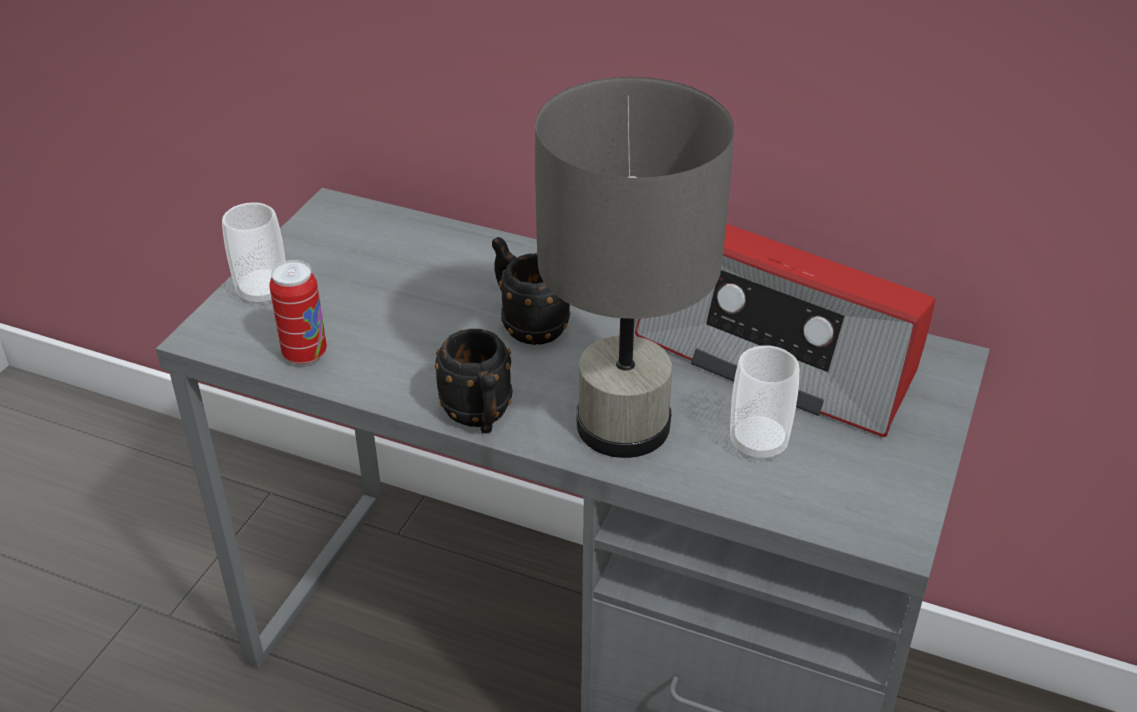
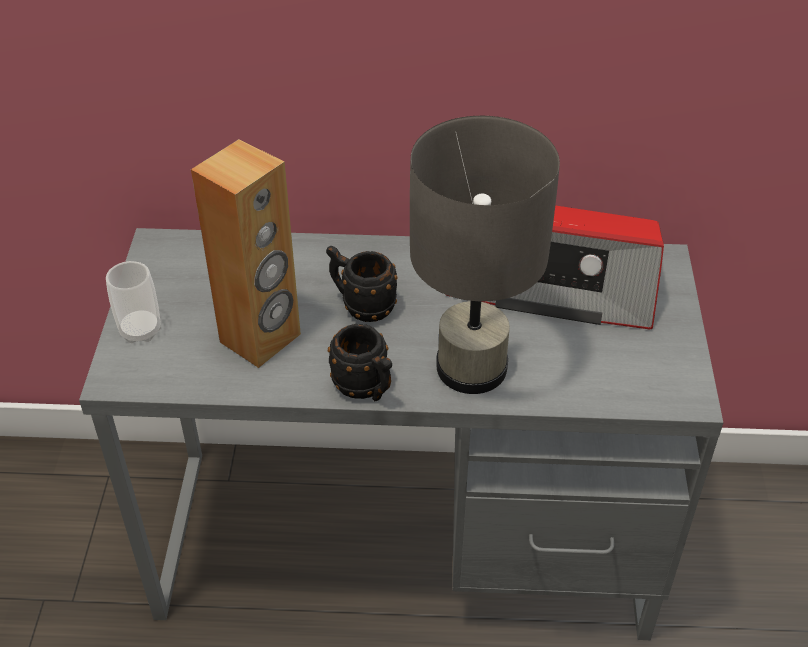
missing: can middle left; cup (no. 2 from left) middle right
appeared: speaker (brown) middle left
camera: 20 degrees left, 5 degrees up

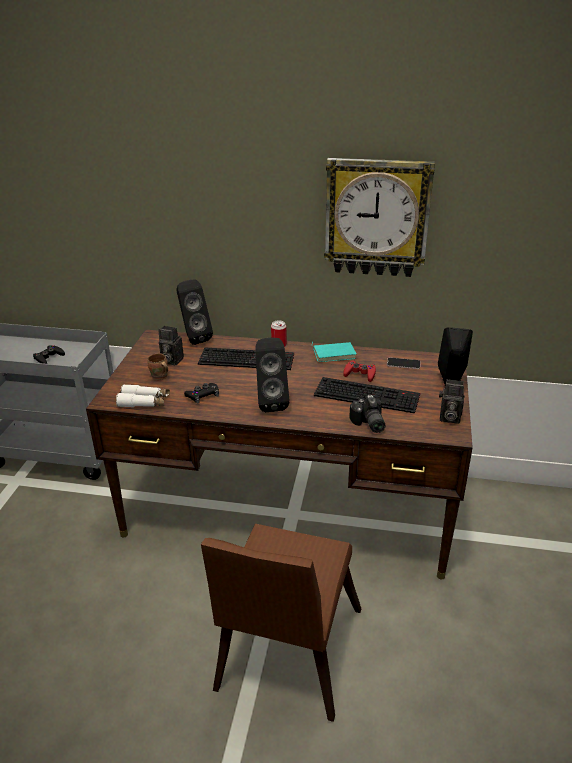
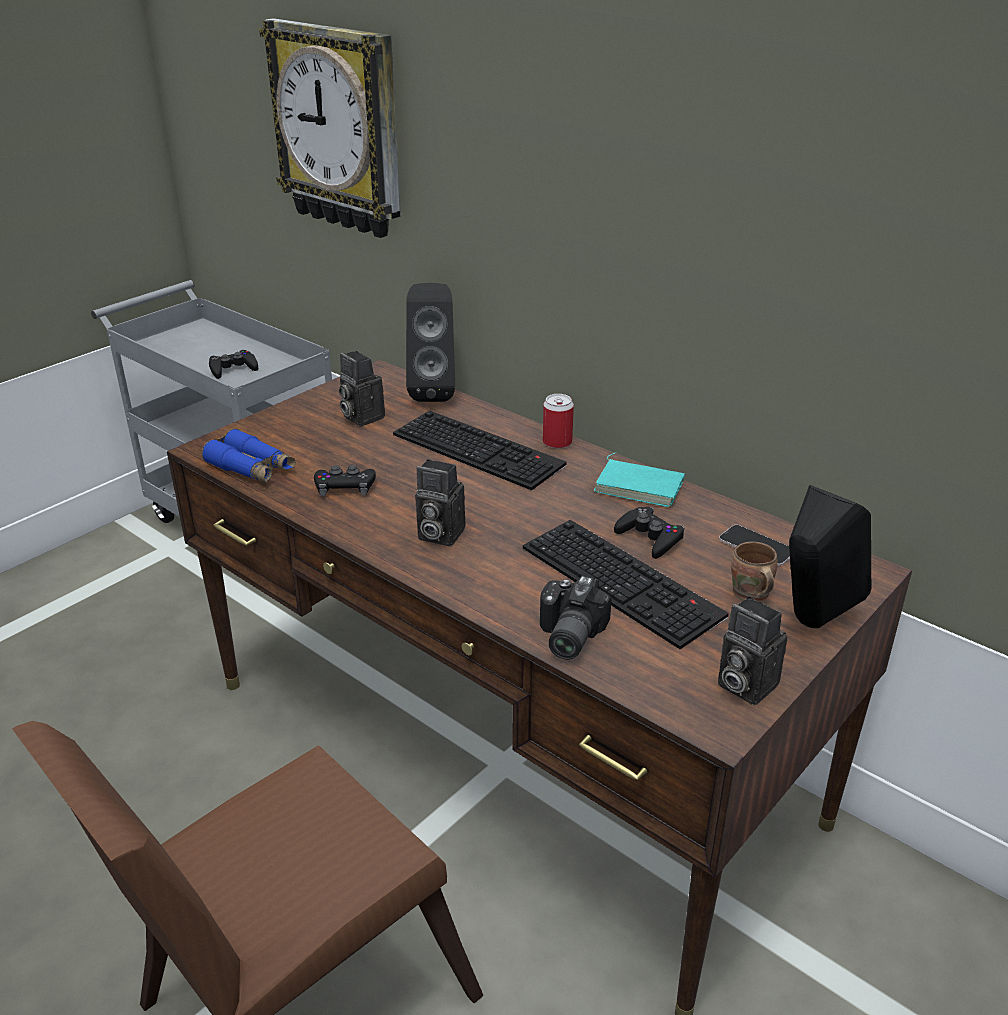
relocated: mug (brown) middle left to middle right; wall clock top centre to top left
exchanged: speaker (black) (no. 2 from left) centre to photo camera (no. 2 from left) centre
colour: binoculars (white) middle left to binoculars (blue) middle left; game controller (red) centre to game controller (black) (no. 3 from left) centre
camera: 30 degrees right, 0 degrees up

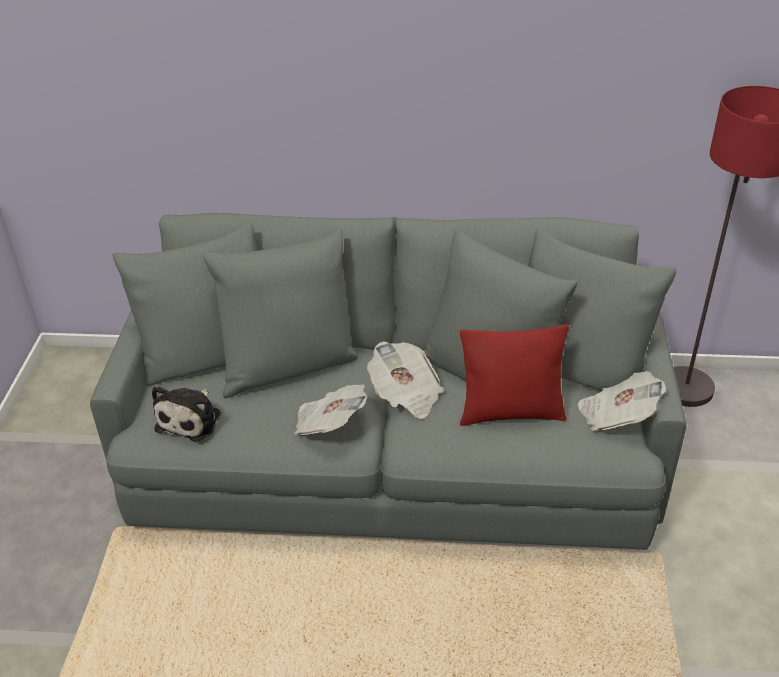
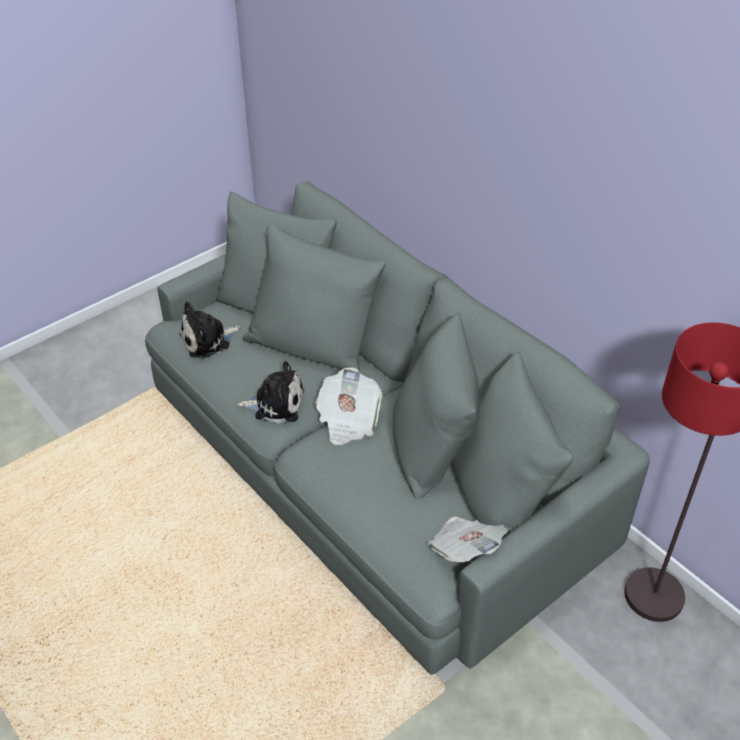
missing: pillow (red) centre
exchanged: newspaper (no. 1 from left) centre to plush toy (no. 2 from left) centre
camera: 45 degrees right, 5 degrees up

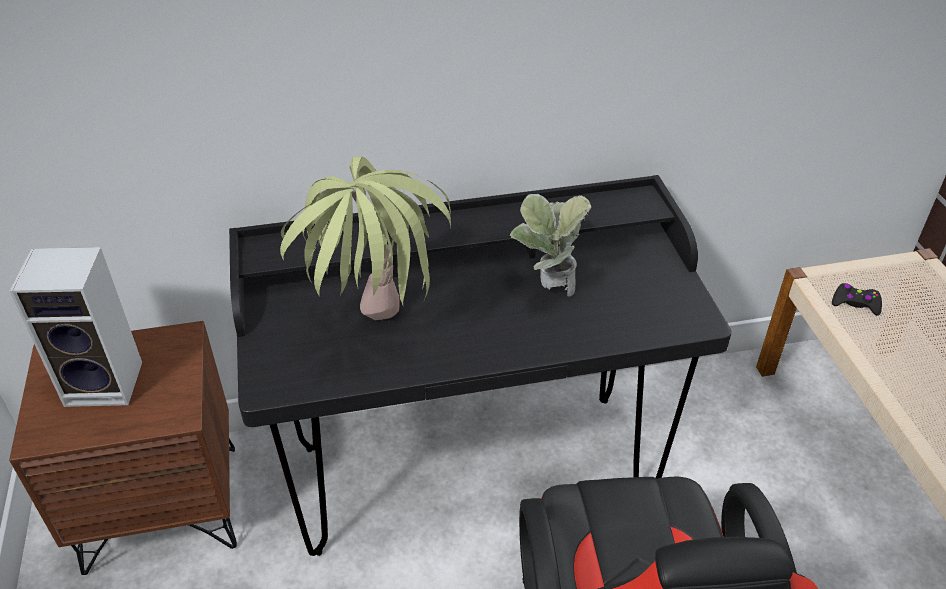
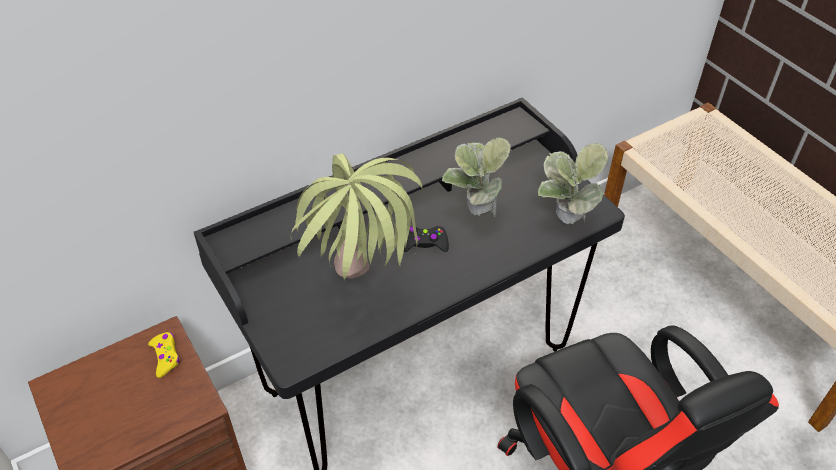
missing: speaker middle left
appeared: game controller (yellow) bottom left; potted plant (no. 3 from left) middle right
relocated: game controller (black) middle right to centre
camera: 20 degrees left, 5 degrees up

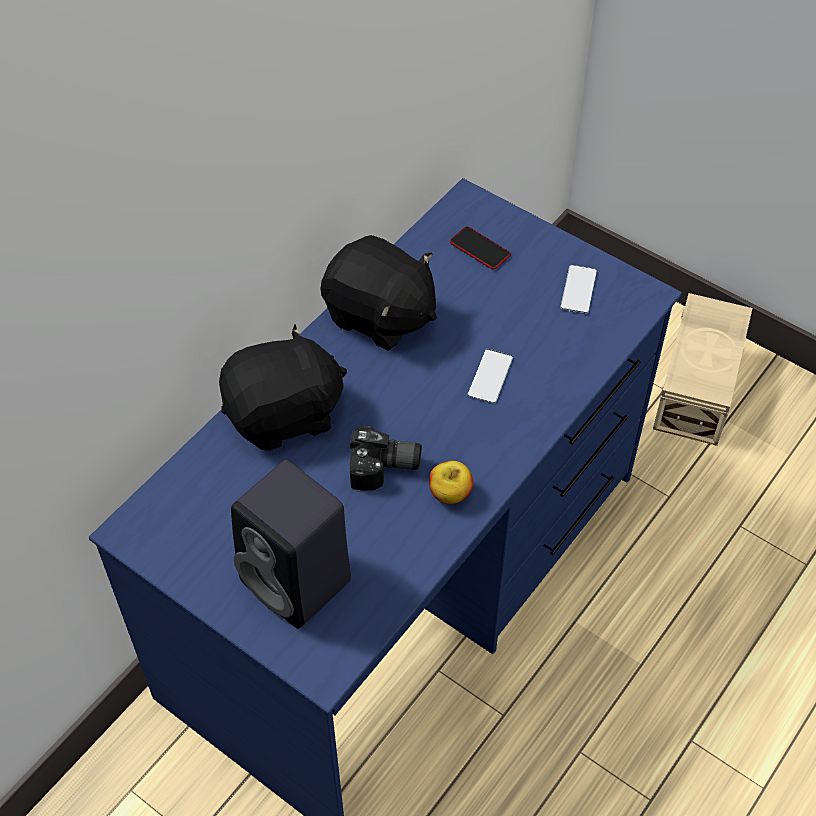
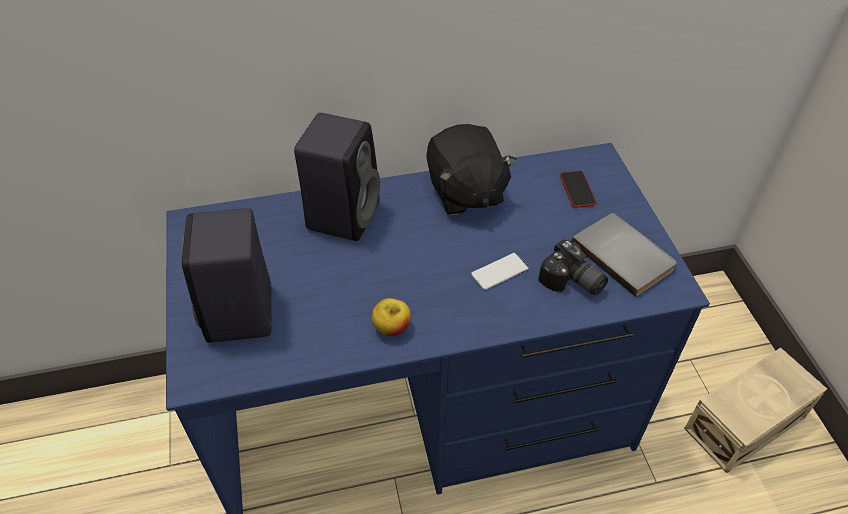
relocated: photo camera centre to middle right
exchanged: plush toy (black) (no. 1 from left) centre to speaker (black) (no. 2 from left) centre; phone (no. 3 from left) middle right to book (grey) middle right
camera: 40 degrees right, 5 degrees down

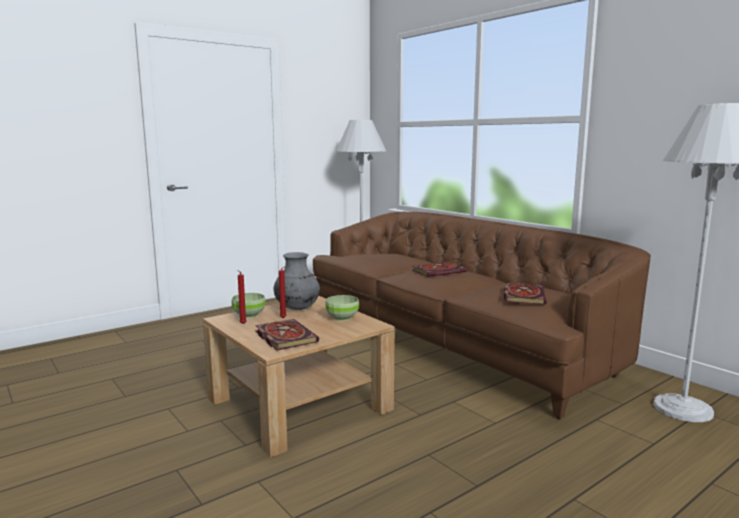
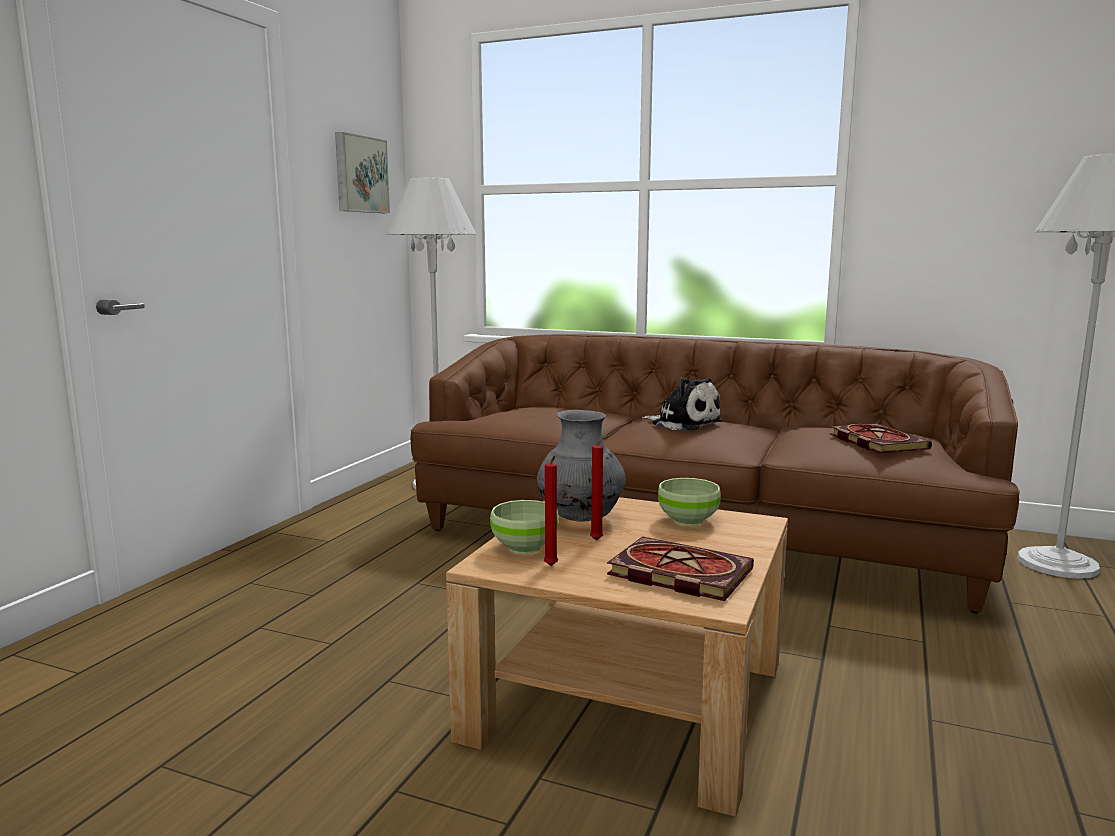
appeared: picture top left
exchanged: book (no. 2 from left) centre to plush toy centre
camera: 30 degrees left, 0 degrees up

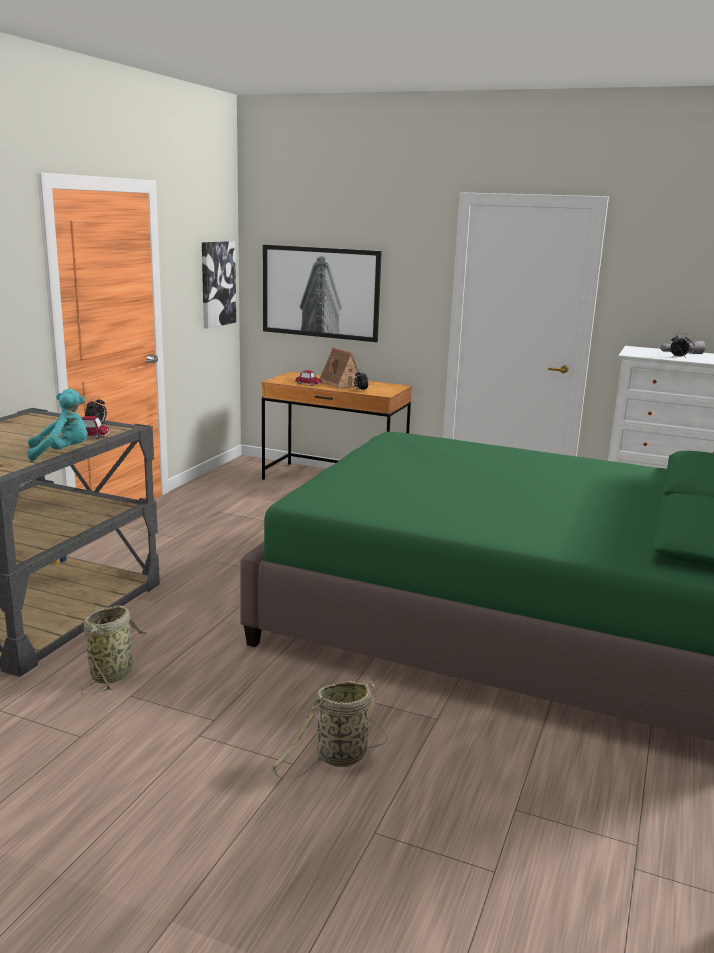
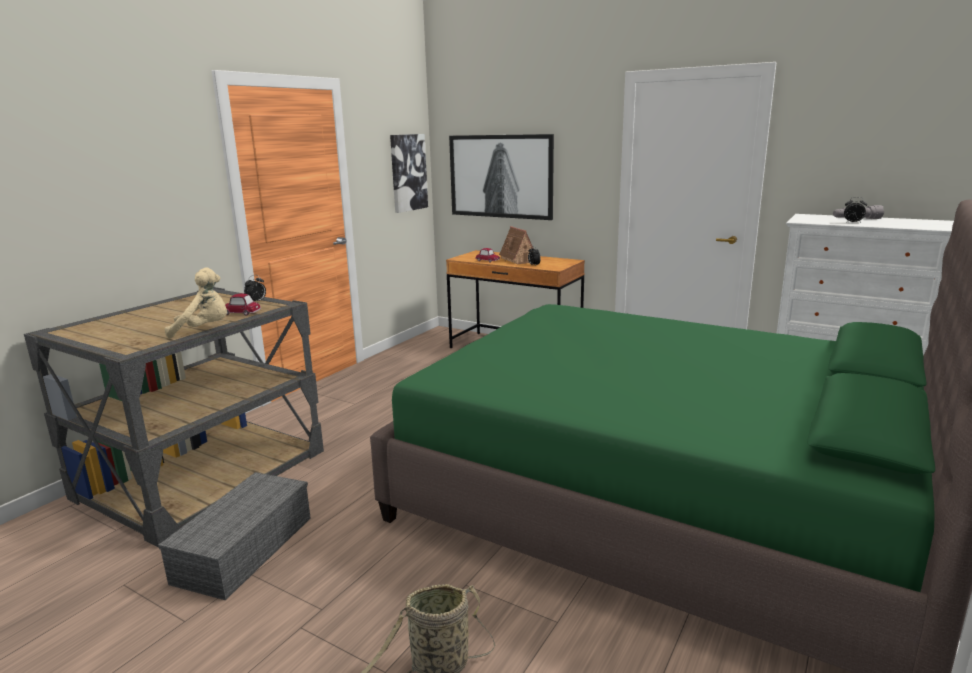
exchanged: basket (no. 1 from left) bottom left to storage box (grey) bottom left
colour: plush toy (turquoise) middle left to plush toy (beige) middle left
camera: 10 degrees right, 0 degrees up

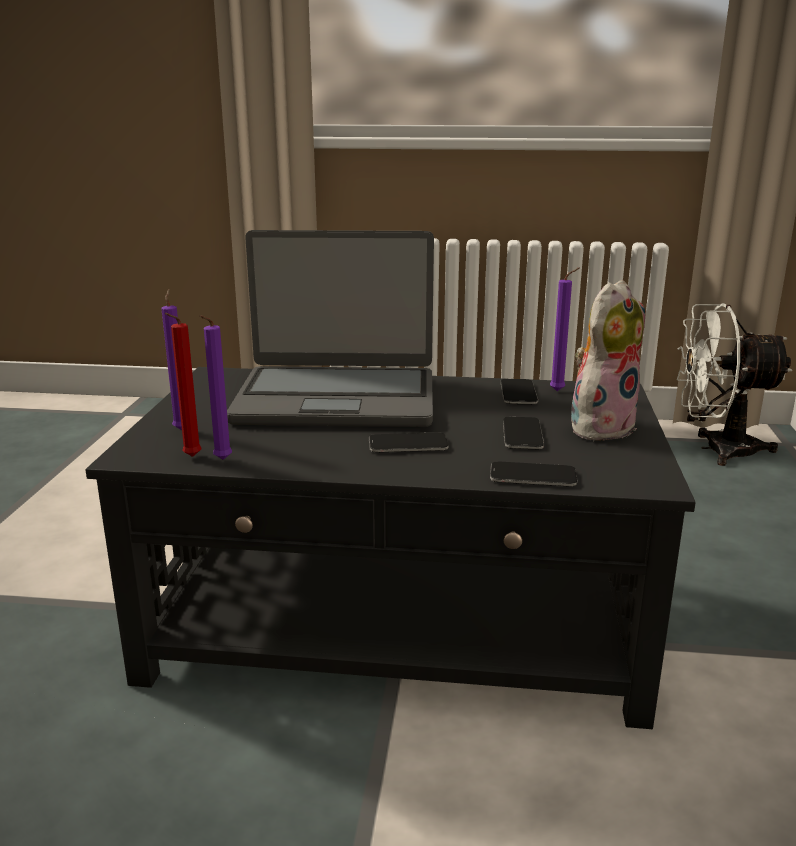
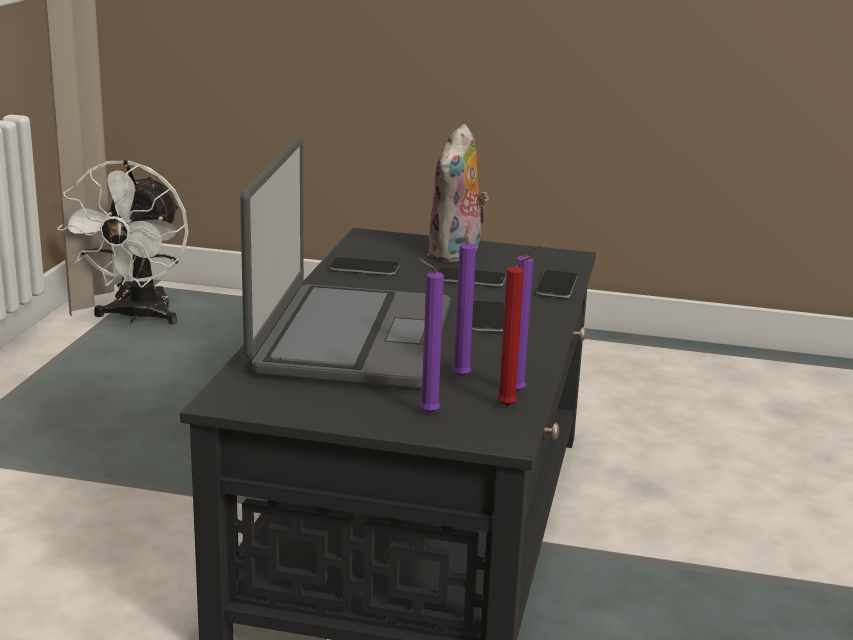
relocated: candle (purple) (no. 3 from left in the first image) middle right to candle (purple) (no. 2 from left) centre
spun: plush toy middle right = top centre 120 degrees counterclockwise
camera: 85 degrees left, 0 degrees up

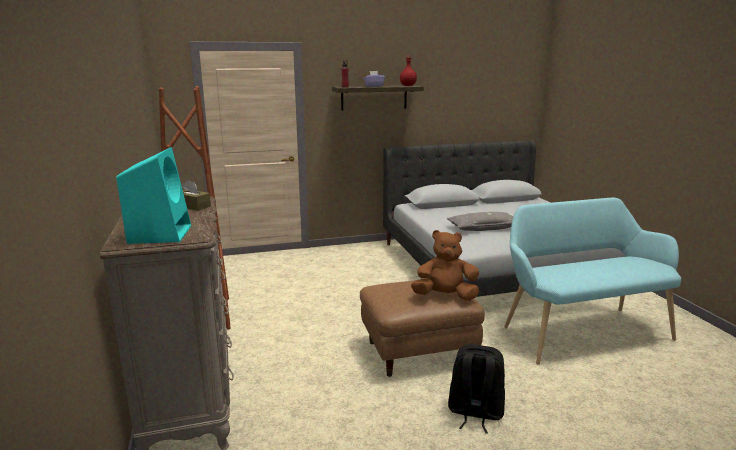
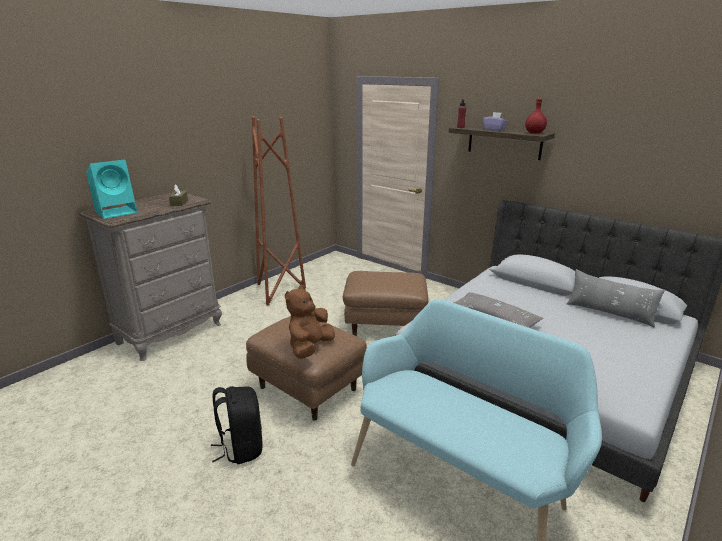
appeared: ottoman (brown) (no. 2 from left) centre; pillow (grey) (no. 2 from left) middle right
spun: plush toy (brown) centre = centre 120 degrees counterclockwise
camera: 55 degrees right, 5 degrees up

